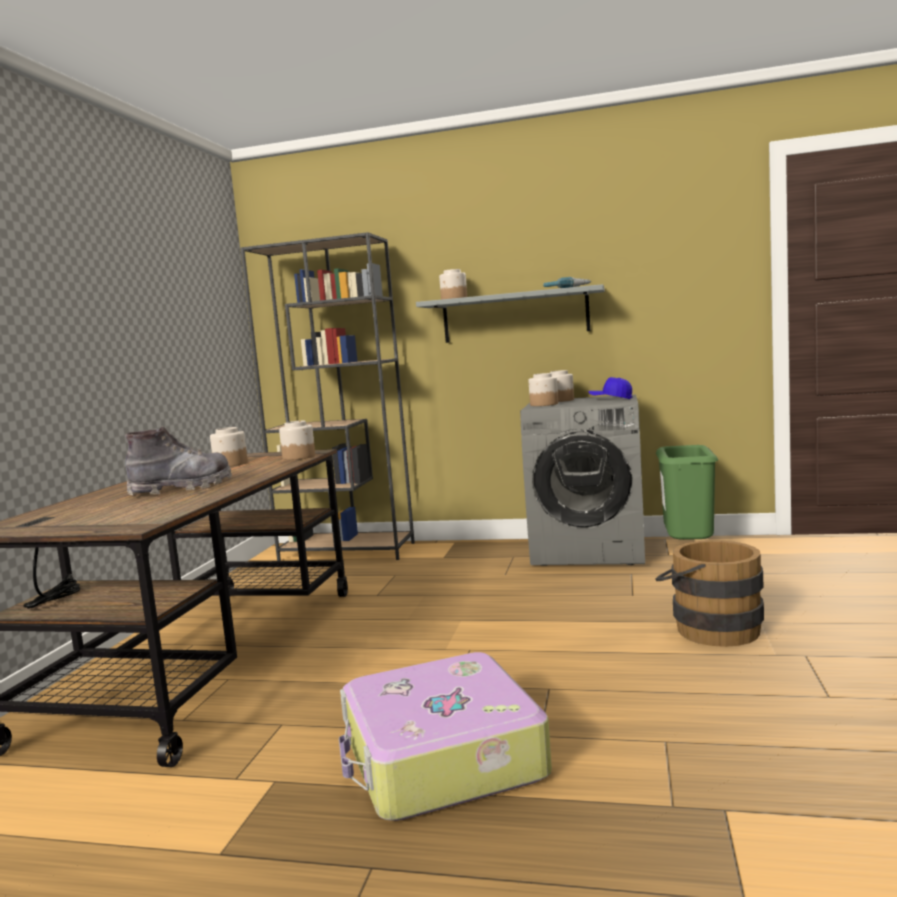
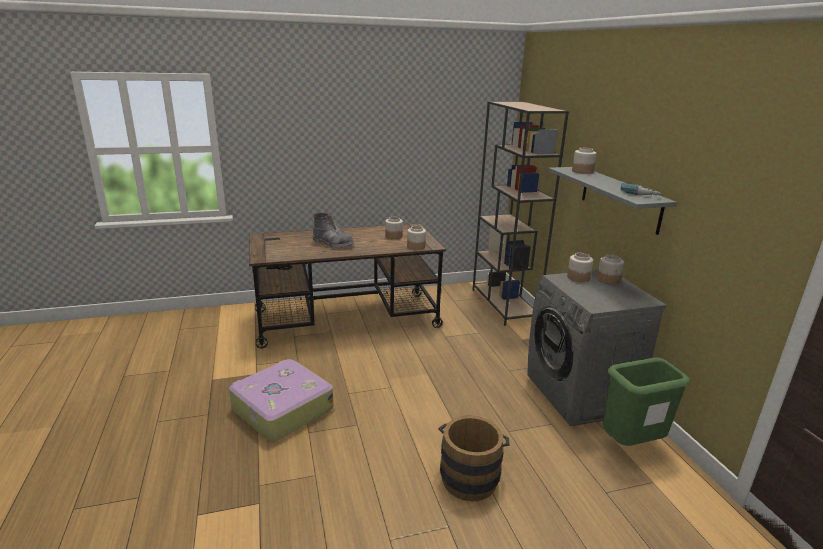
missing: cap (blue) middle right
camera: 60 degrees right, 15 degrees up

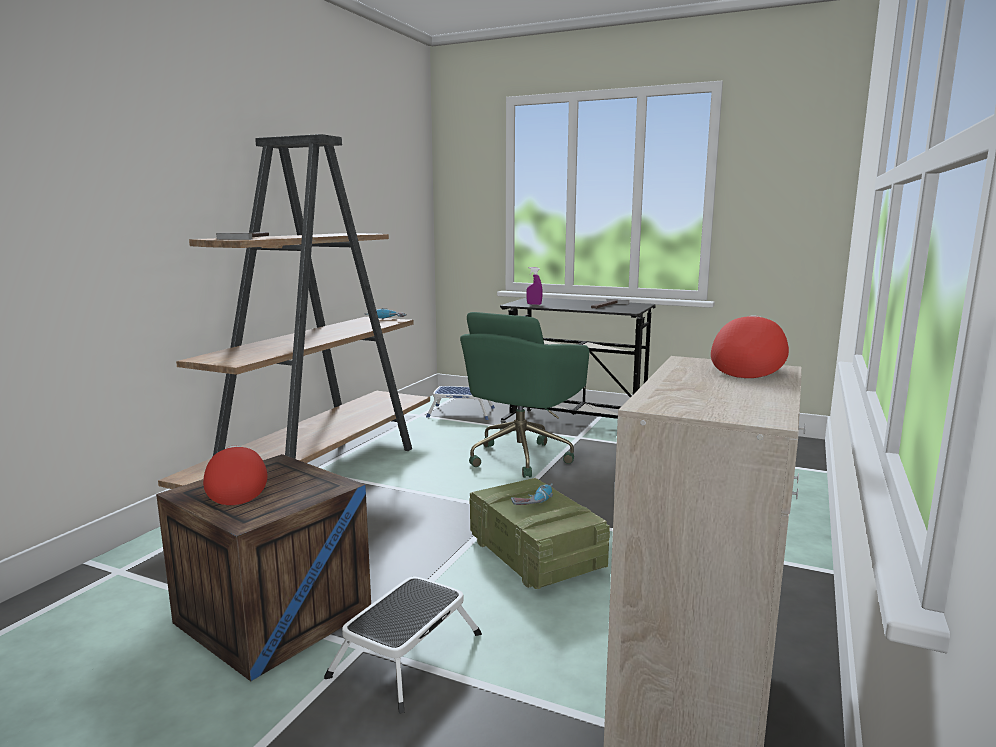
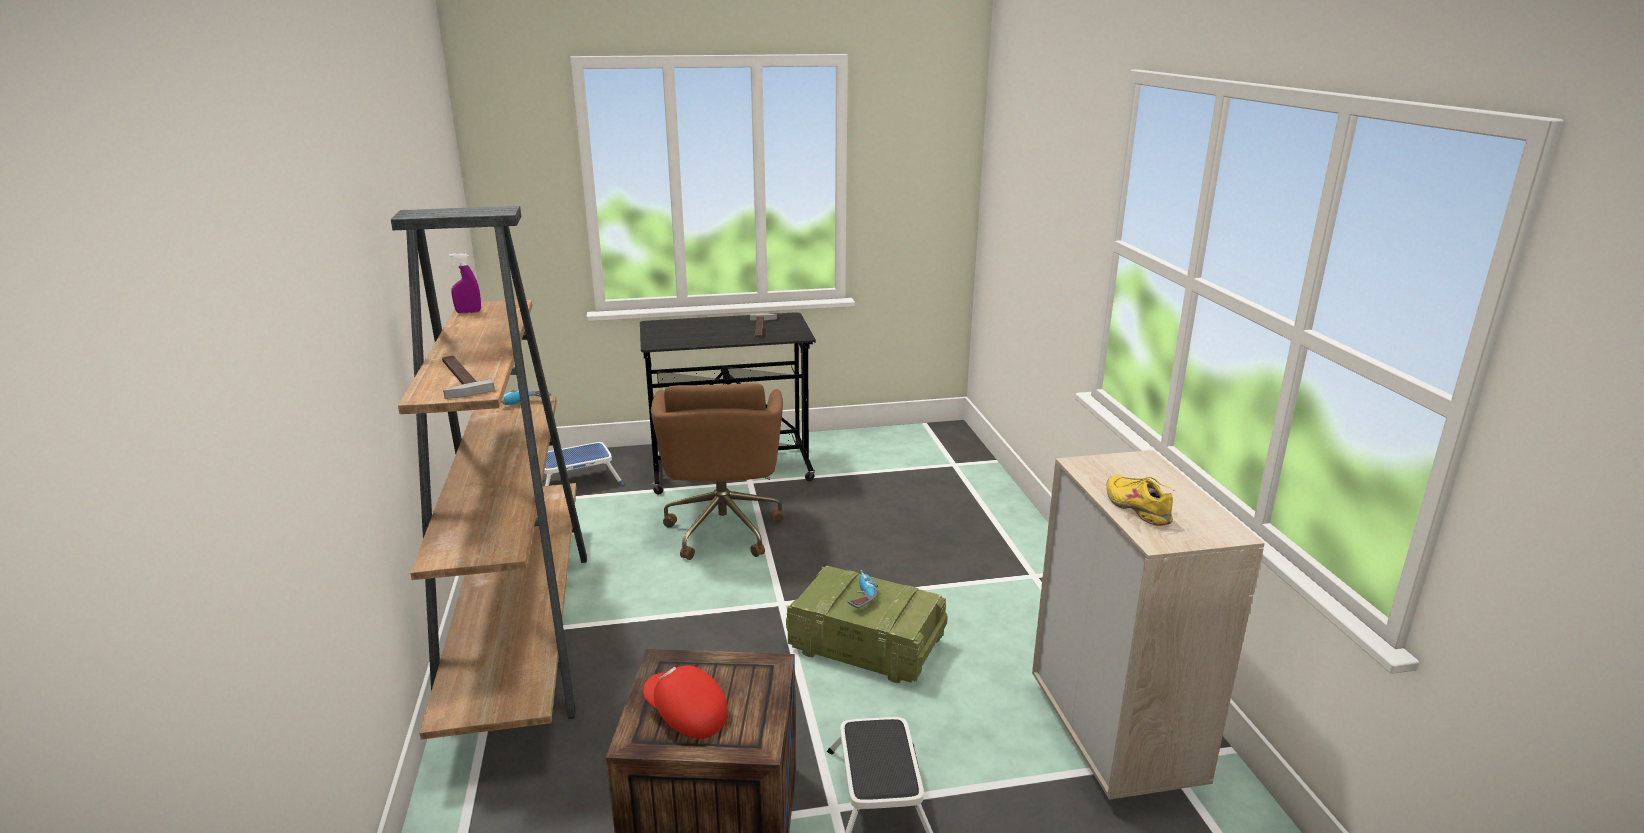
missing: cap (red) (no. 2 from left) middle right
appeared: shoe (yellow) middle right
relocated: spray bottle (purple) centre to middle left
colour: office chair (green) centre to office chair (brown) centre
camera: 35 degrees left, 10 degrees up

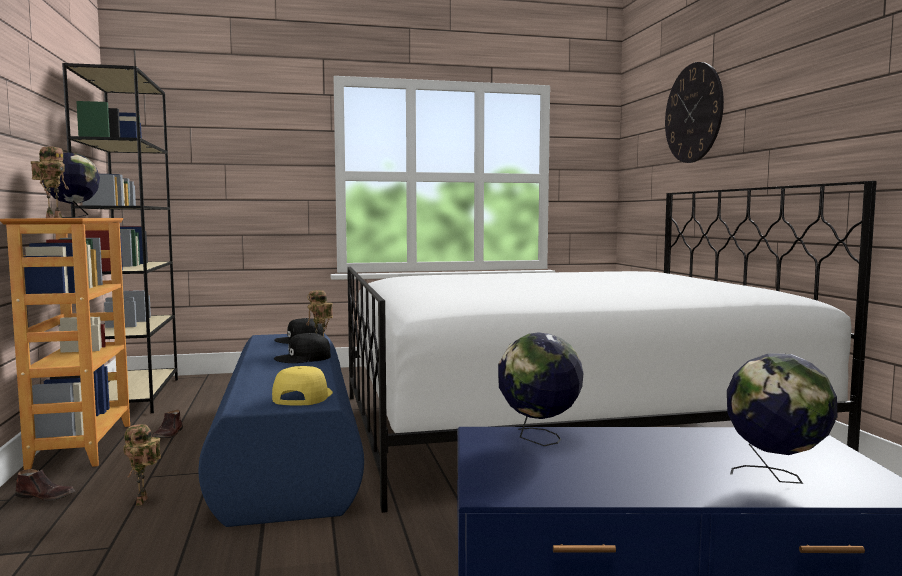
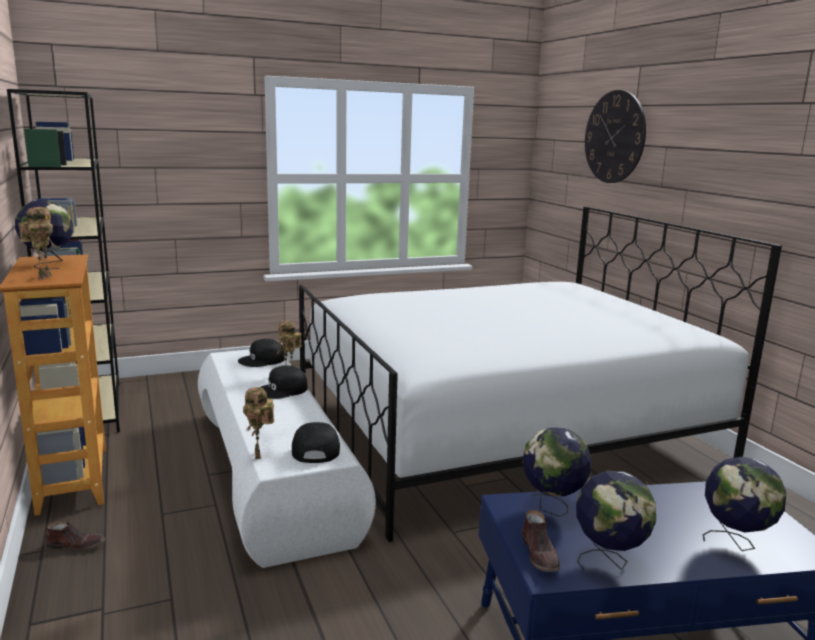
appeared: globe (no. 3 from left) bottom right
relocated: toy robot (no. 2 from left) bottom left to middle left; shoe (brown) (no. 2 from left) bottom left to bottom centre
colour: bench (blue) bottom left to bench (white) bottom centre; cap (yellow) bottom centre to cap (black) (no. 3 from left) bottom centre
camera: 10 degrees left, 10 degrees up

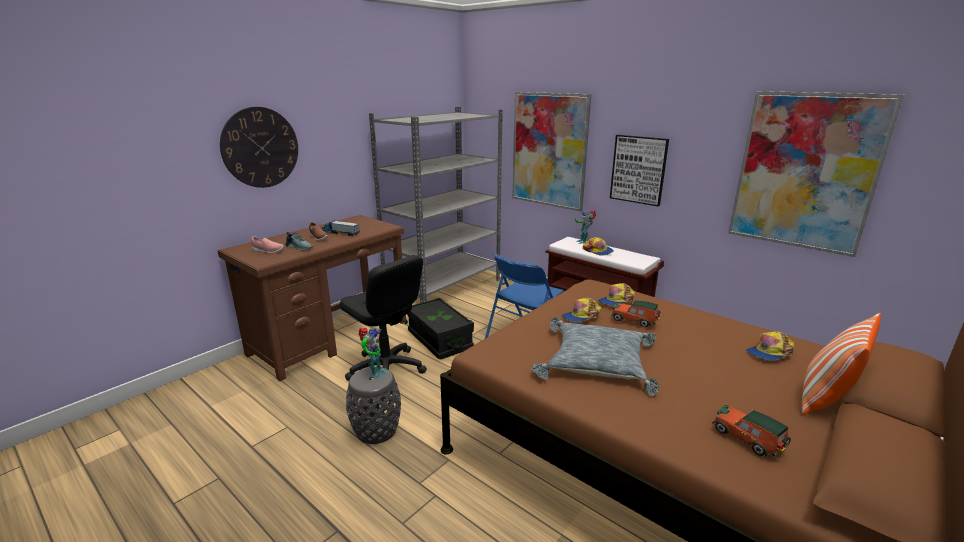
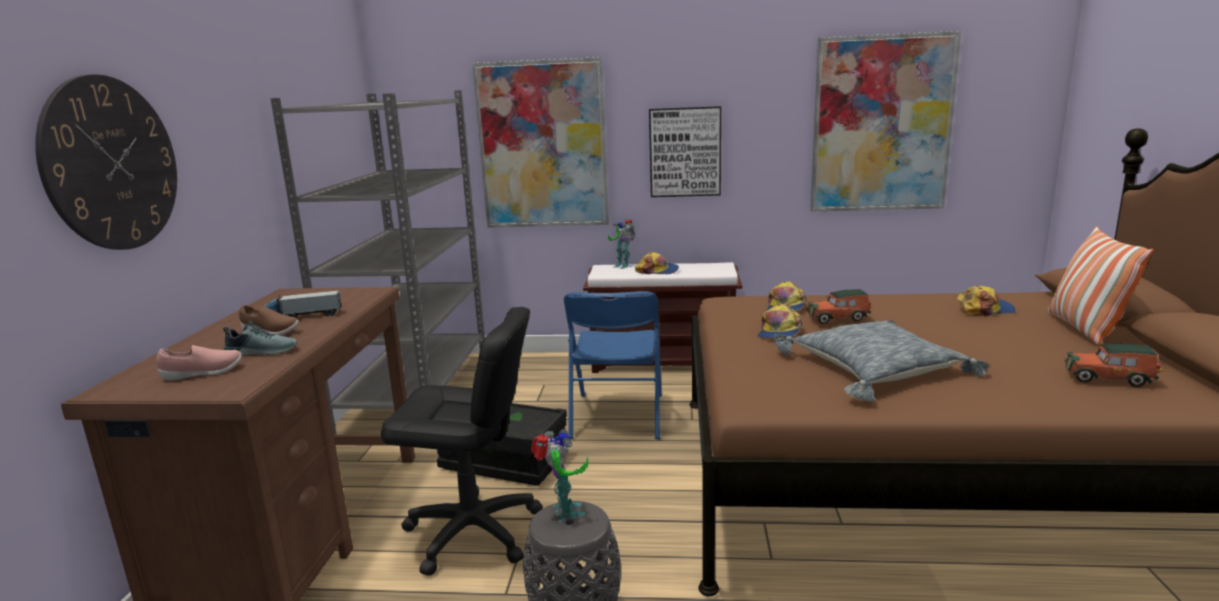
spun: cap (no. 4 from left) middle right = middle right 120 degrees counterclockwise
camera: 35 degrees left, 5 degrees down

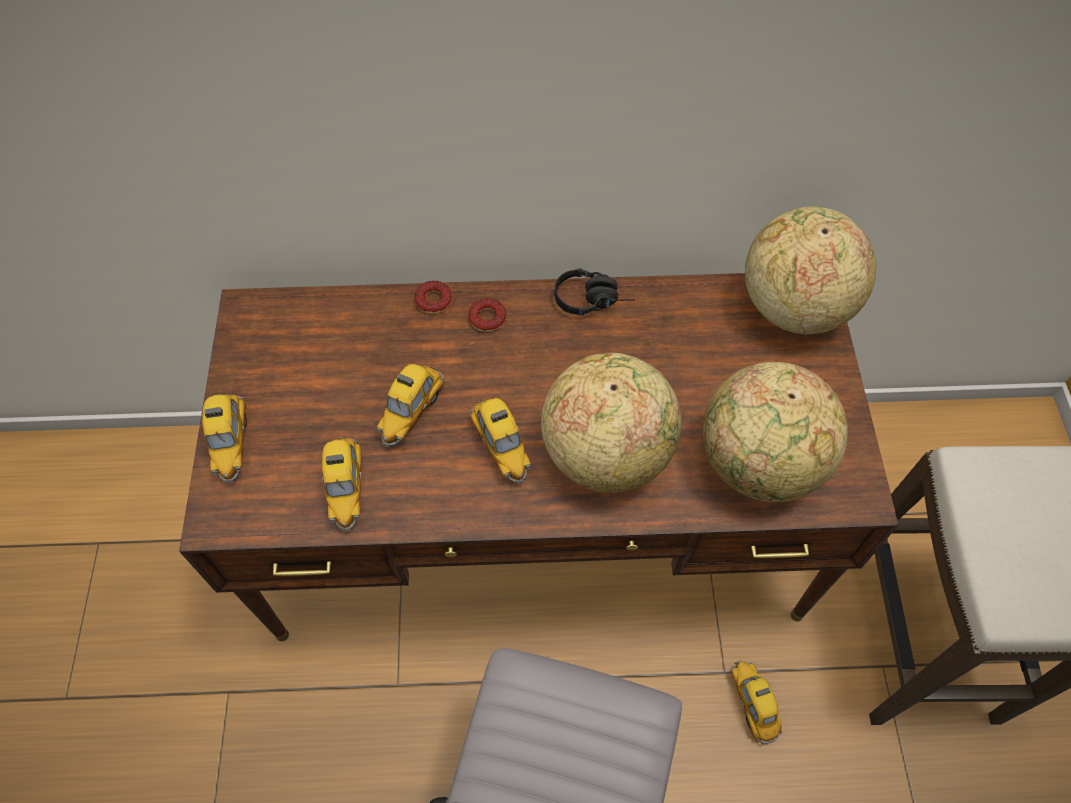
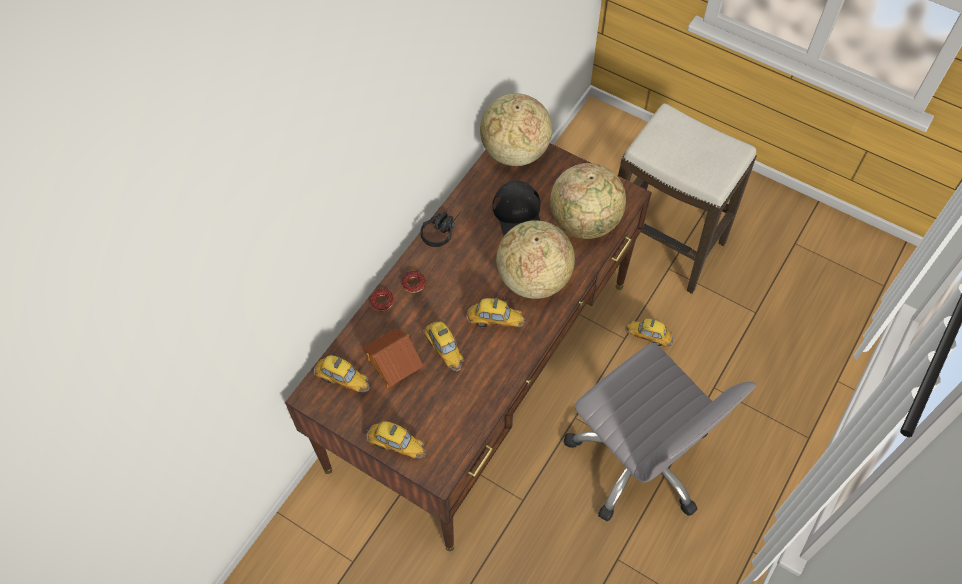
appeared: toy house centre; cap (black) centre
relocated: toy car (no. 2 from left in the first image) middle left to toy car (no. 1 from left) centre
camera: 55 degrees left, 0 degrees up

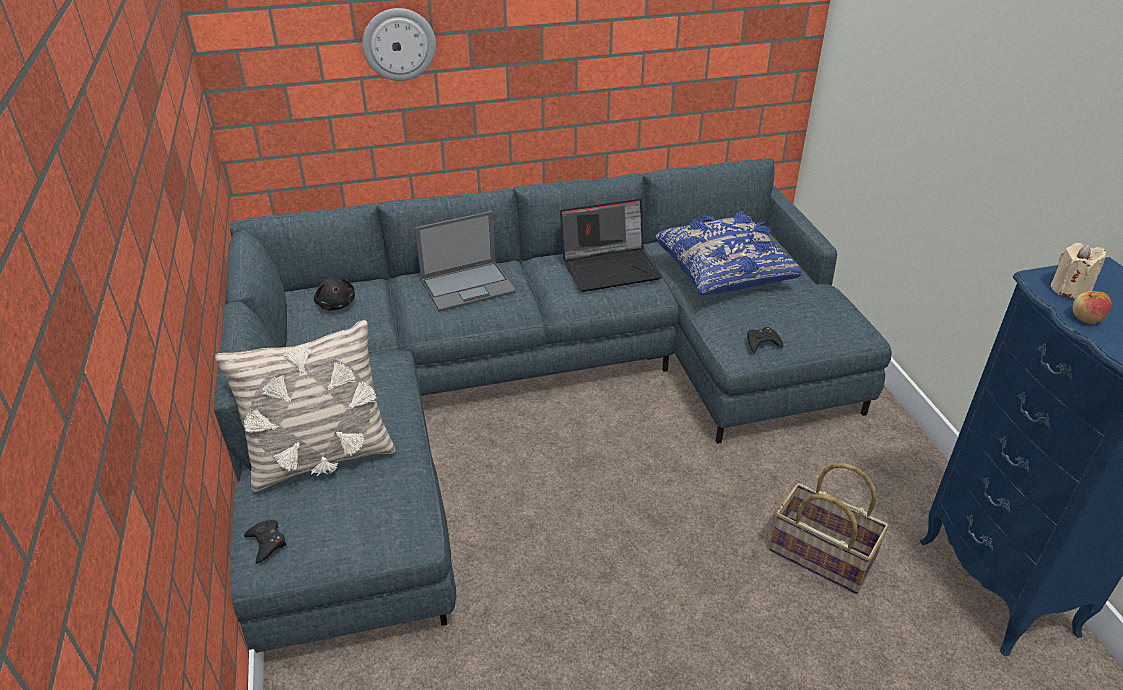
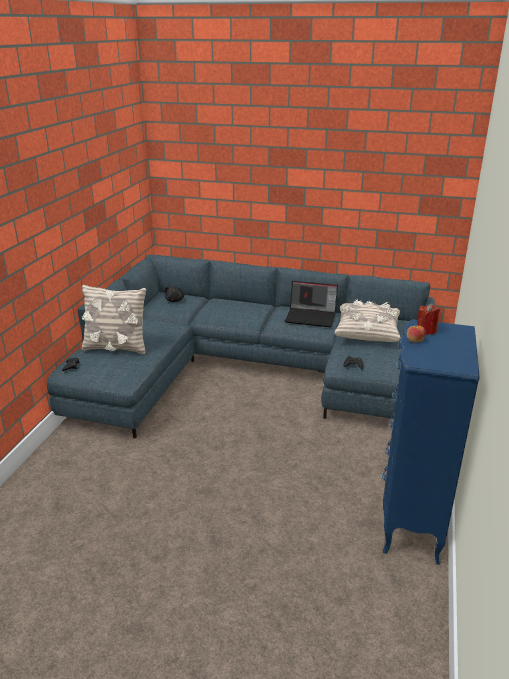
missing: wall clock top centre; laptop (no. 1 from left) centre; basket bottom right
colour: pillow (blue) centre to pillow (beige) (no. 2 from left) middle right; candle (beige) middle right to candle (red) middle right
camera: 30 degrees right, 10 degrees down

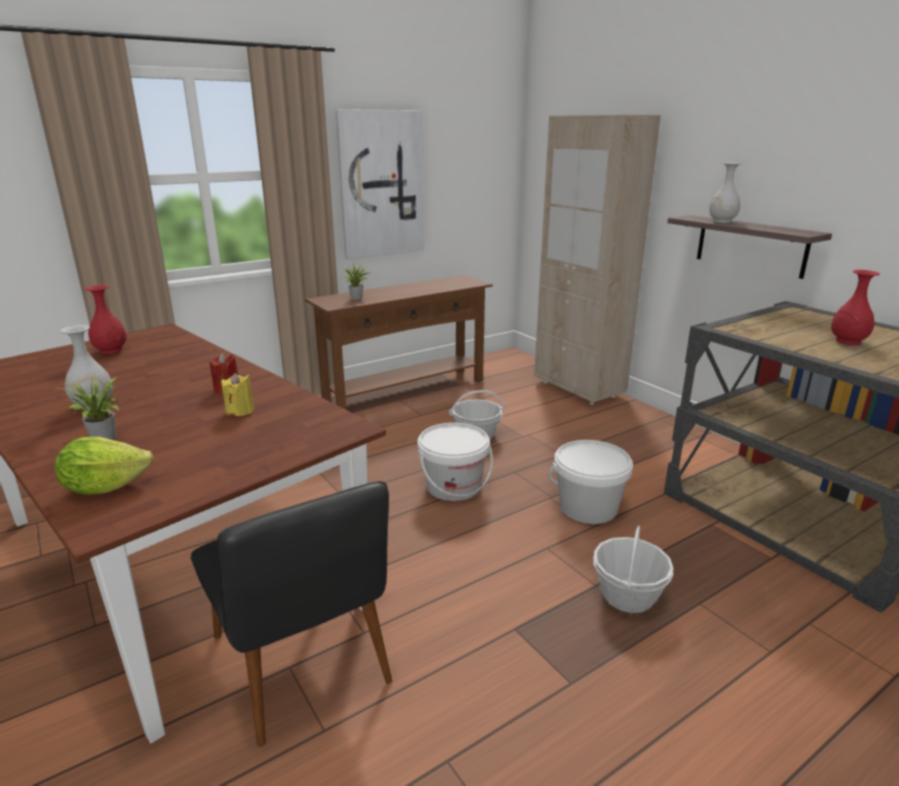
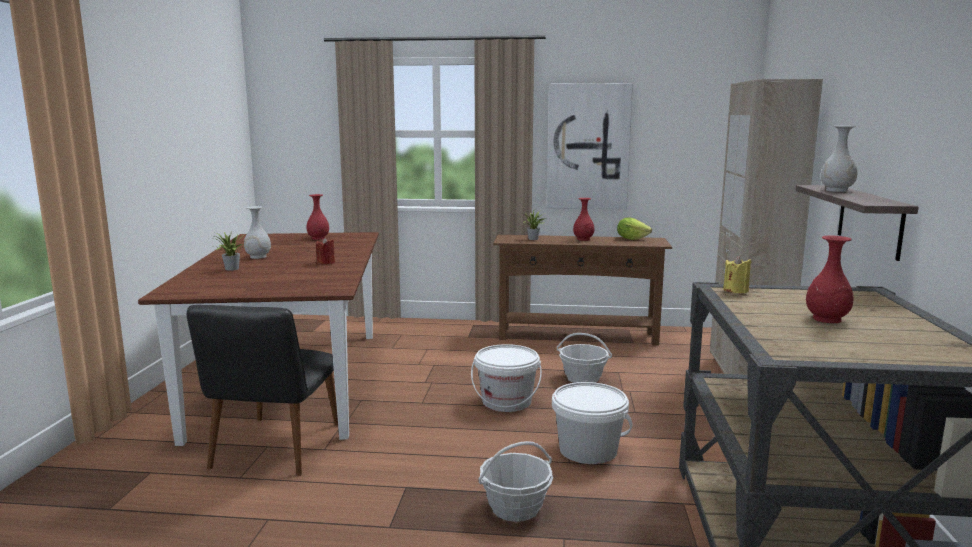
appeared: vase (red) (no. 2 from left) centre
relocated: lettuce middle left to centre; candle (yellow) middle left to middle right
camera: 40 degrees right, 10 degrees down

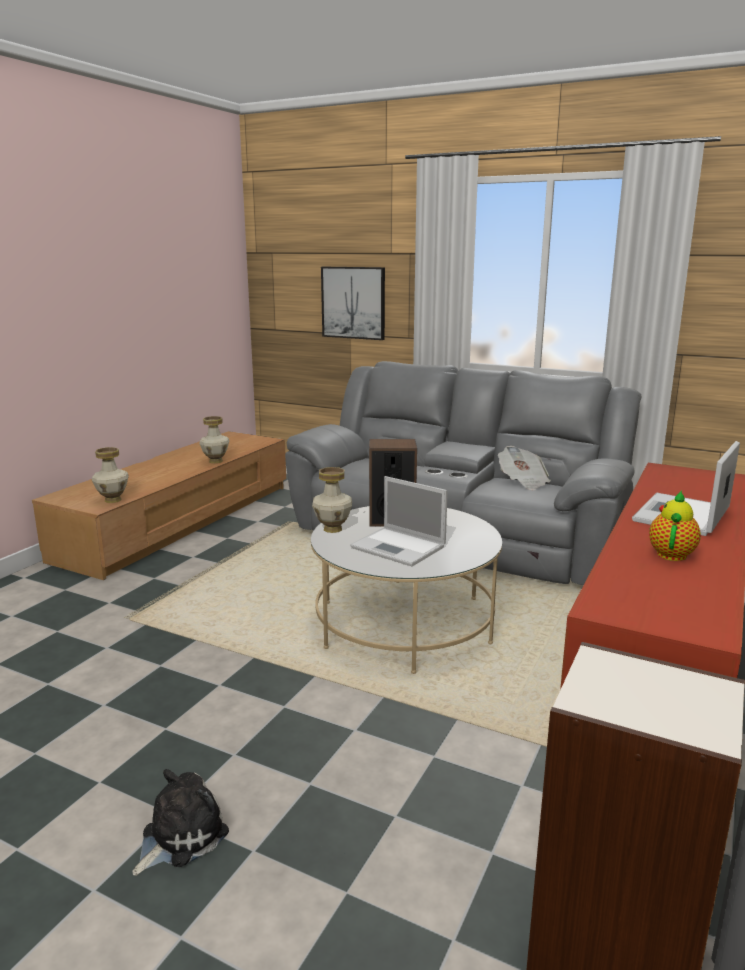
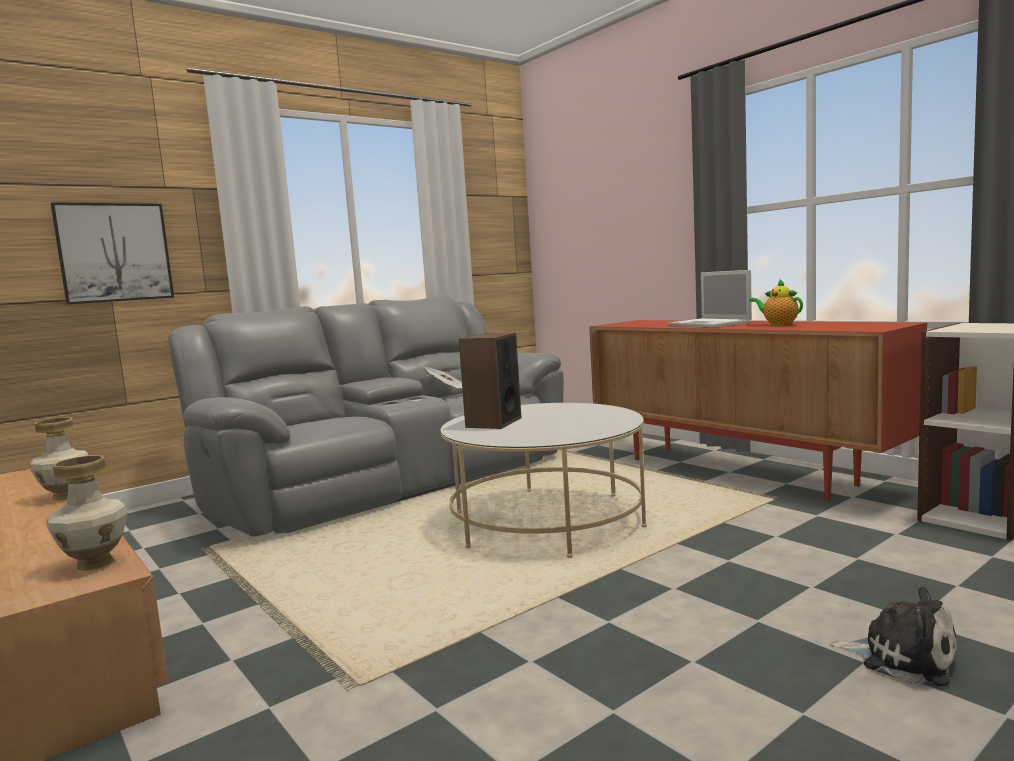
missing: vase (no. 3 from left) centre; laptop (no. 1 from left) centre
spun: plush toy bottom left = bottom right 150 degrees clockwise
camera: 65 degrees left, 10 degrees down

